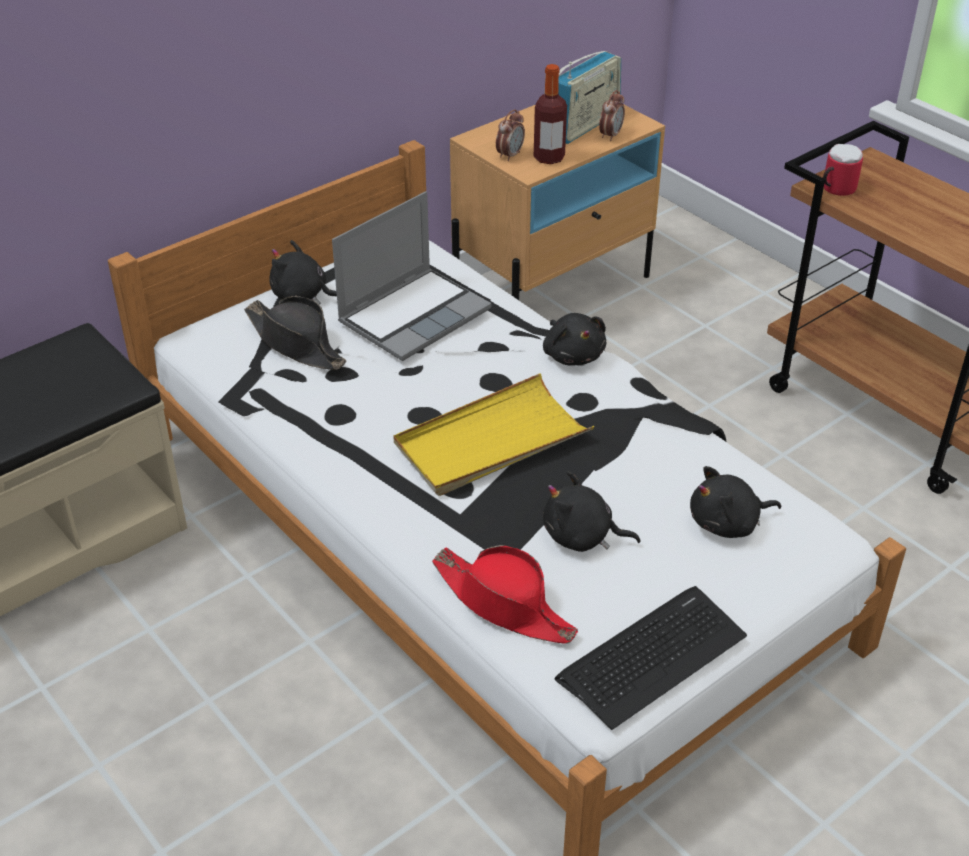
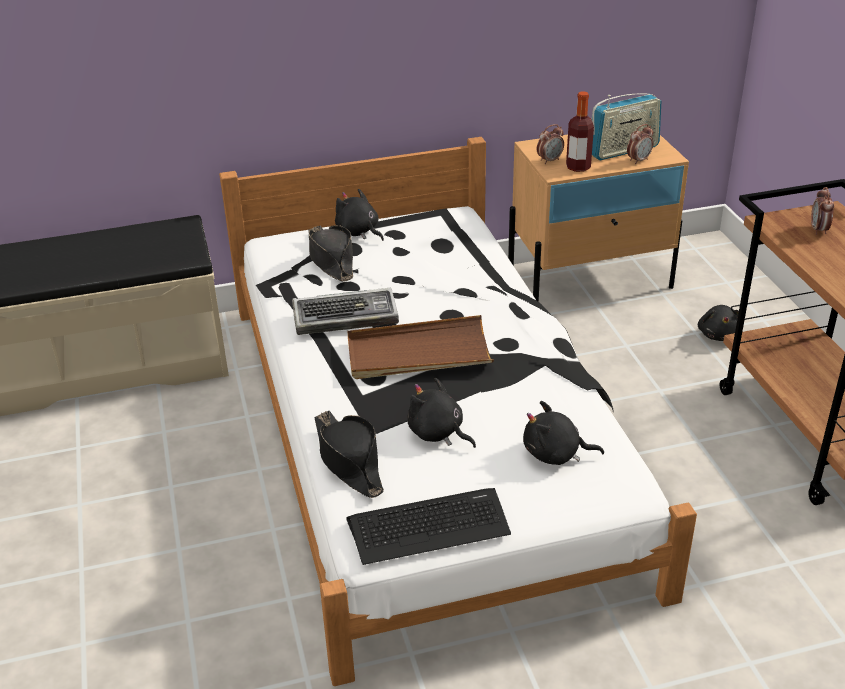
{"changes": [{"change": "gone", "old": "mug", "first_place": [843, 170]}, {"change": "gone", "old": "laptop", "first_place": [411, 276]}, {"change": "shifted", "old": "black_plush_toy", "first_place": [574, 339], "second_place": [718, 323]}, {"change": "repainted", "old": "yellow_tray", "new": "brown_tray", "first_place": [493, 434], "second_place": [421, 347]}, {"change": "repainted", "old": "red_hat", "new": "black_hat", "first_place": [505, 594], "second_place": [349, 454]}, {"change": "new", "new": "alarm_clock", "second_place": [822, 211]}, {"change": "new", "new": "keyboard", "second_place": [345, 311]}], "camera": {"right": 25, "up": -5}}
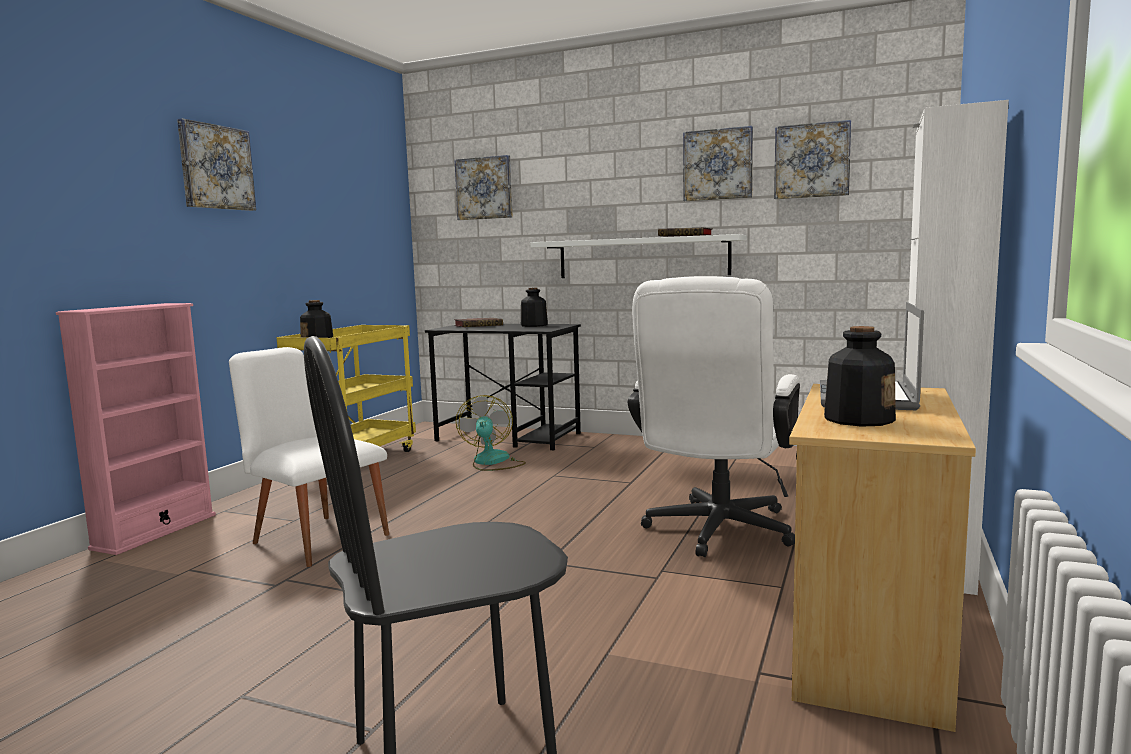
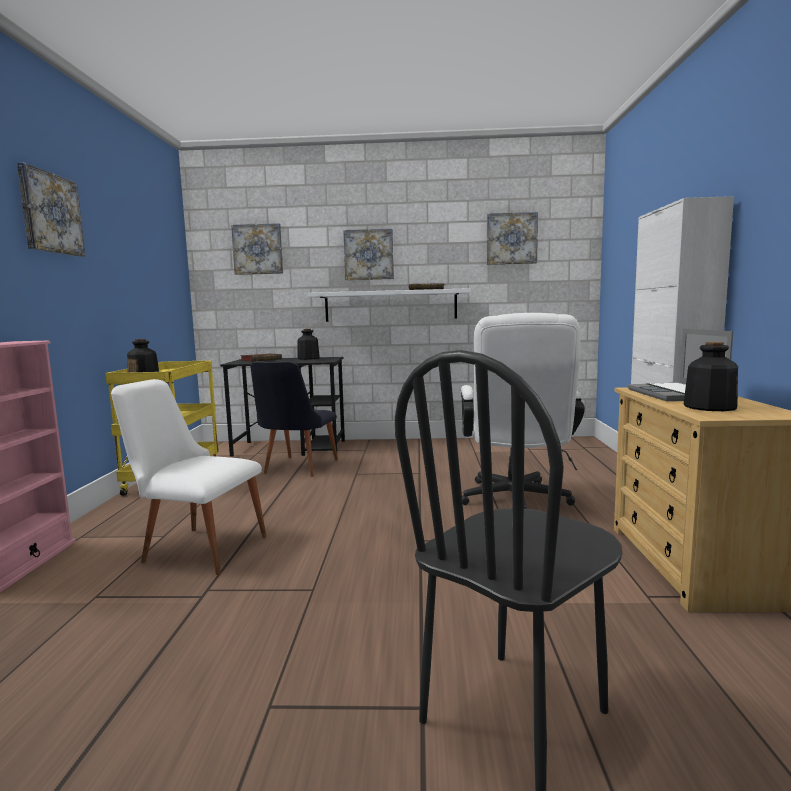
{"changes": [{"change": "shifted", "old": "picture", "first_place": [718, 163], "second_place": [368, 254]}, {"change": "swapped", "old": "fan", "new": "black_chair", "first_place": [491, 433], "second_place": [294, 419]}], "camera": {"right": -20, "up": 0}}
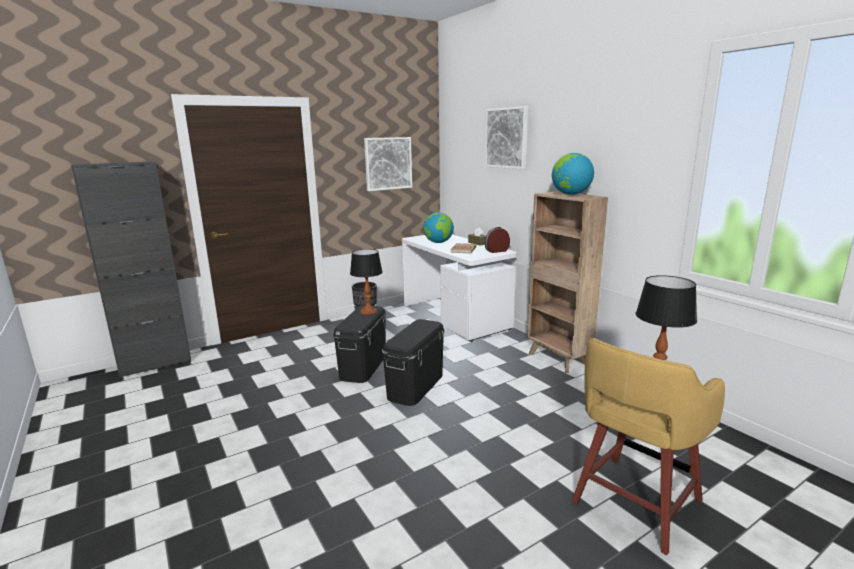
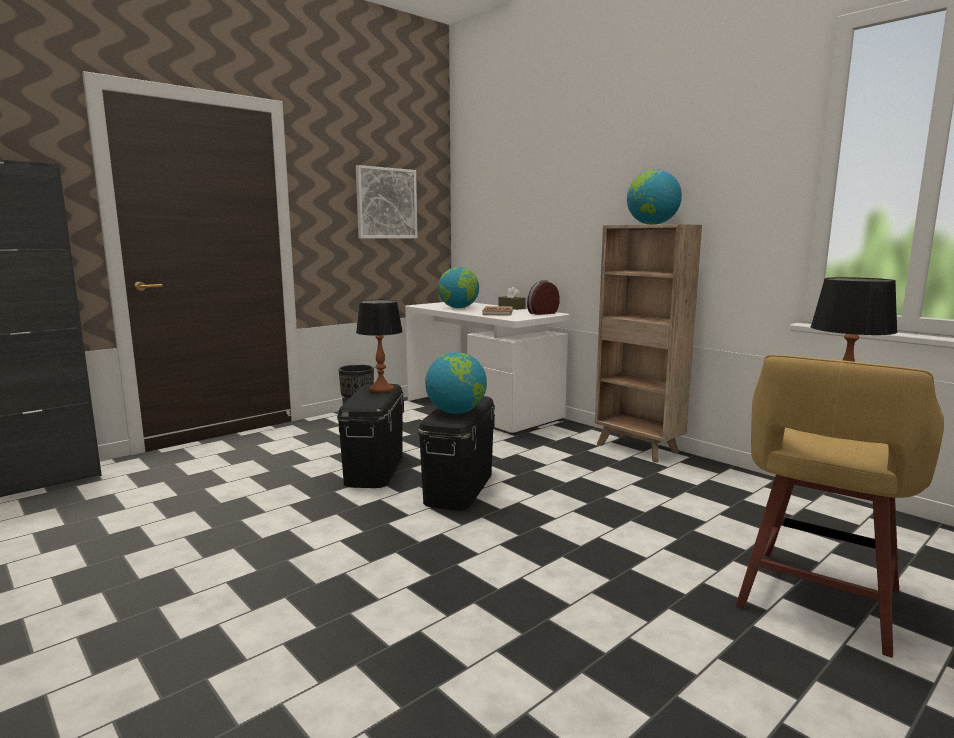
{"changes": [{"change": "gone", "old": "picture", "first_place": [506, 137]}, {"change": "new", "new": "globe", "second_place": [456, 383]}], "camera": {"right": -10, "up": -5}}
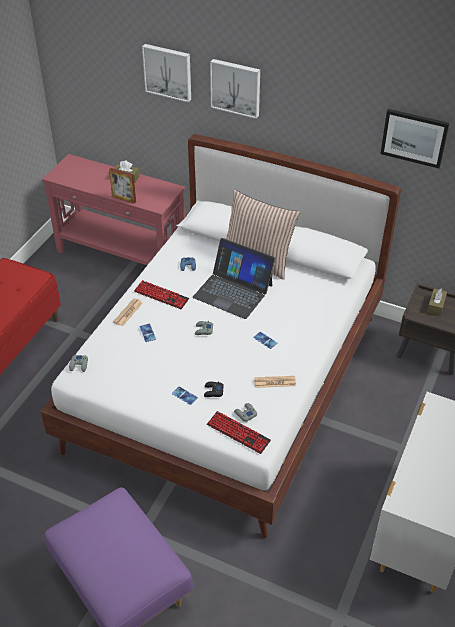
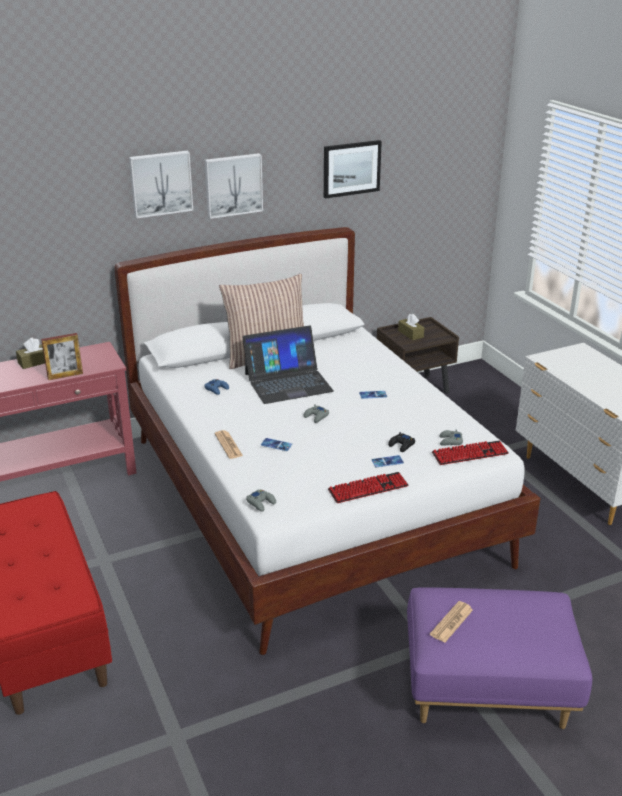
{"changes": [{"change": "shifted", "old": "picture", "first_place": [166, 73], "second_place": [233, 186]}, {"change": "shifted", "old": "keyboard", "first_place": [161, 294], "second_place": [368, 487]}, {"change": "shifted", "old": "newspaper", "first_place": [275, 382], "second_place": [451, 621]}], "camera": {"right": -50, "up": -15}}
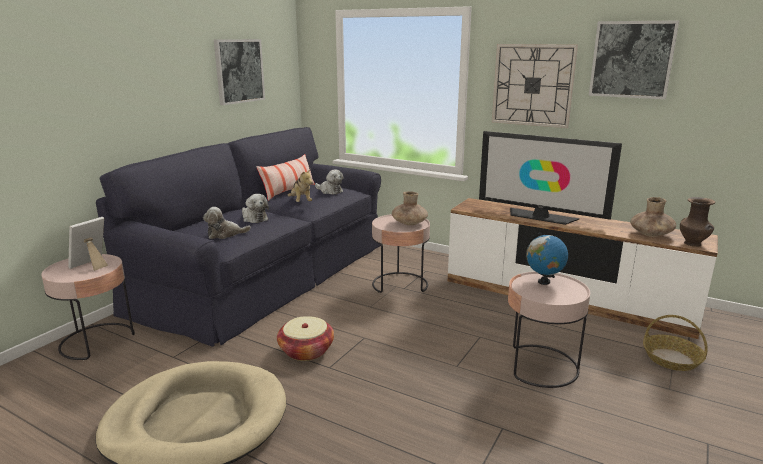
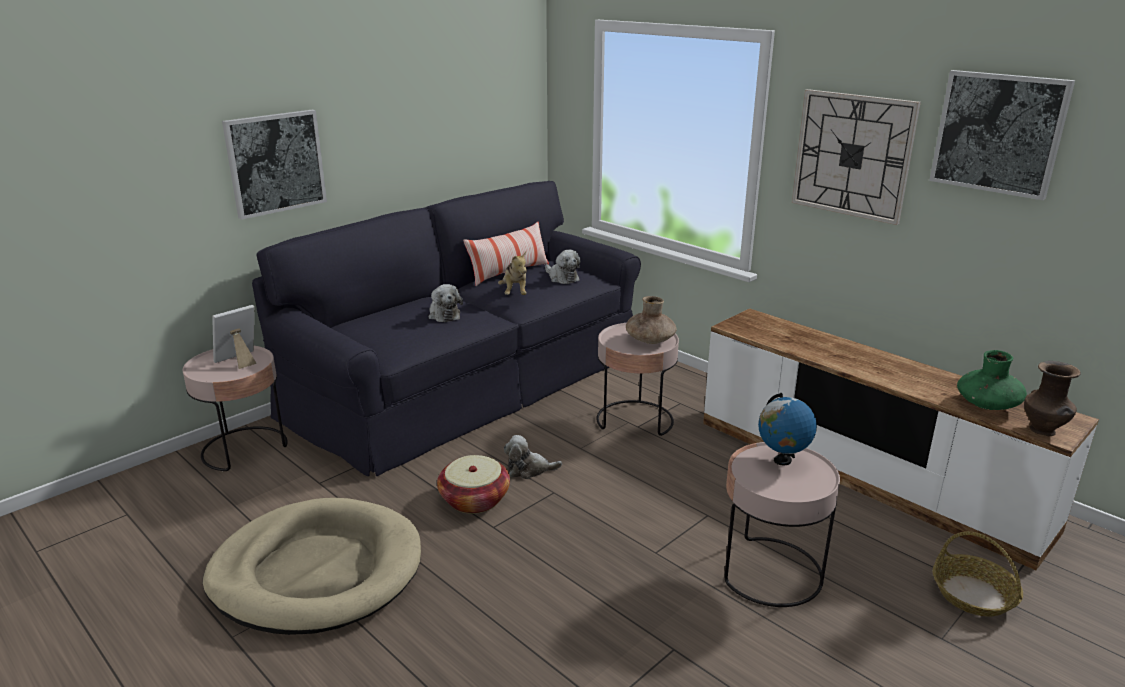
{"changes": [{"change": "shifted", "old": "picture", "first_place": [239, 72], "second_place": [274, 165]}, {"change": "gone", "old": "television", "first_place": [550, 178]}, {"change": "repainted", "old": "brown_vase", "new": "green_vase", "first_place": [653, 217], "second_place": [992, 380]}, {"change": "shifted", "old": "plush_toy", "first_place": [227, 223], "second_place": [533, 457]}], "camera": {"right": 15, "up": 5}}
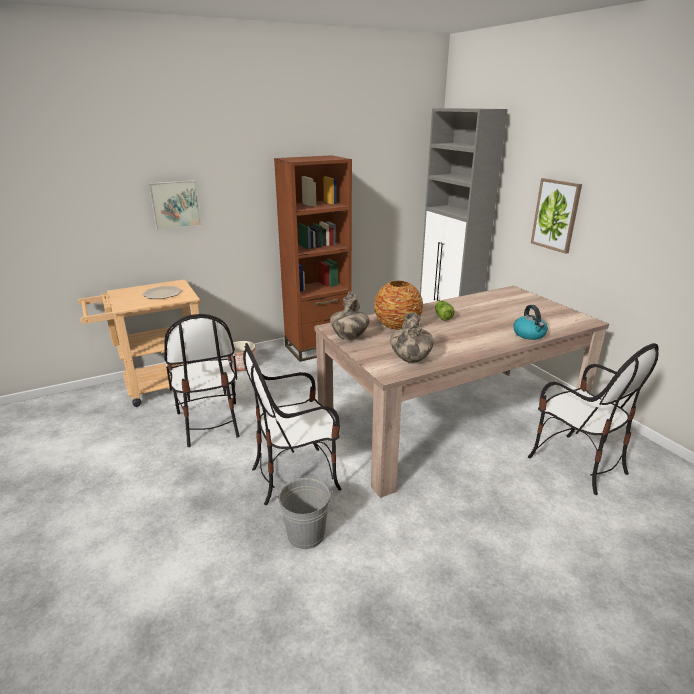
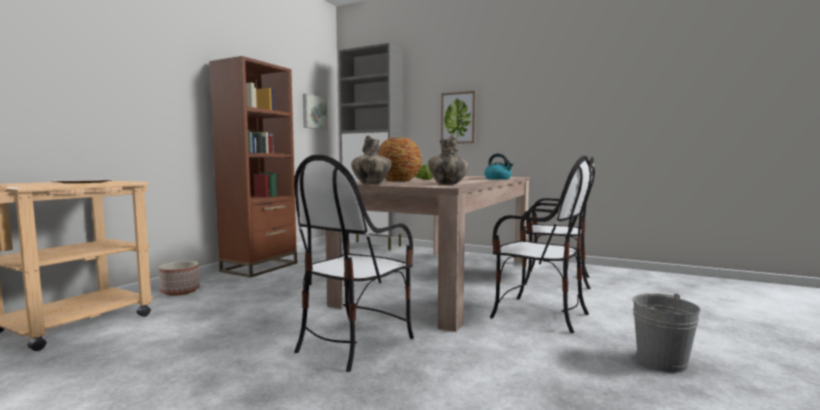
{"changes": [{"change": "shifted", "old": "picture", "first_place": [175, 205], "second_place": [315, 112]}, {"change": "shifted", "old": "chair", "first_place": [202, 380], "second_place": [541, 244]}, {"change": "shifted", "old": "grey_bucket", "first_place": [304, 513], "second_place": [666, 333]}], "camera": {"right": -35, "up": -20}}
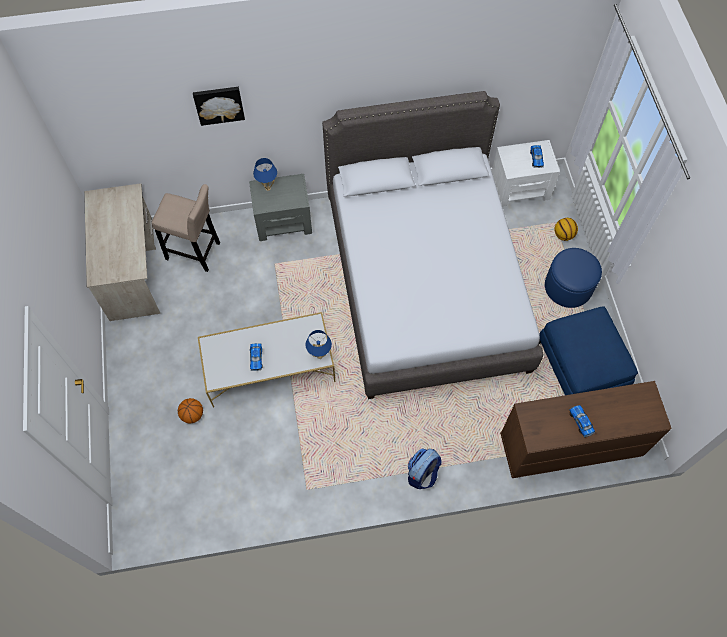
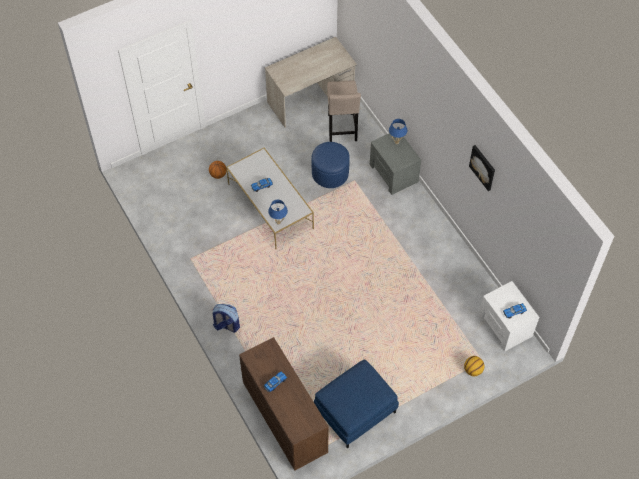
{"changes": [{"change": "shifted", "old": "picture", "first_place": [219, 106], "second_place": [482, 168]}, {"change": "gone", "old": "grey_bed", "first_place": [432, 245]}, {"change": "shifted", "old": "blue_ottoman", "first_place": [573, 278], "second_place": [331, 165]}], "camera": {"right": 70, "up": -5}}
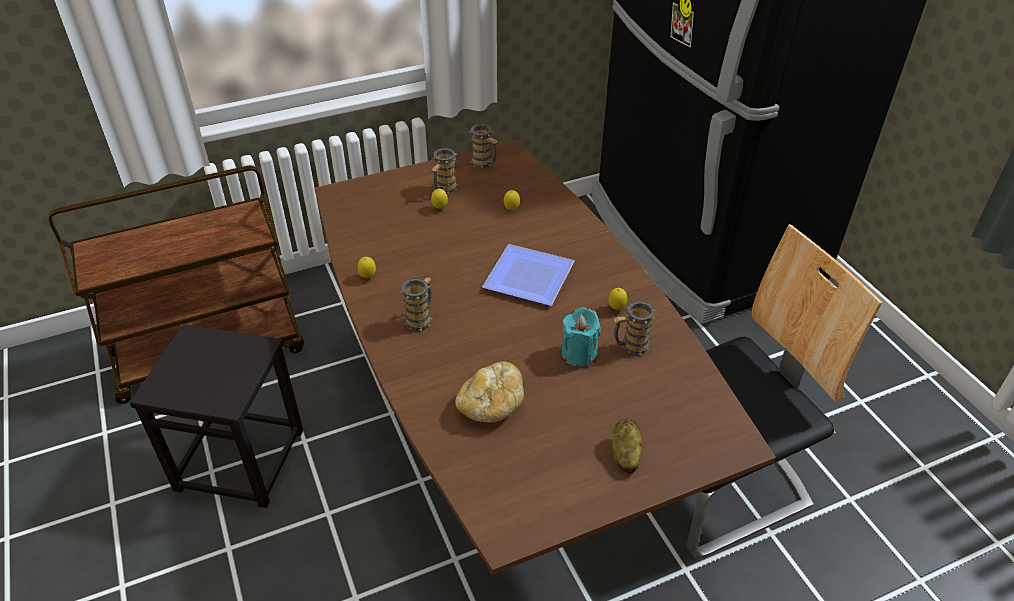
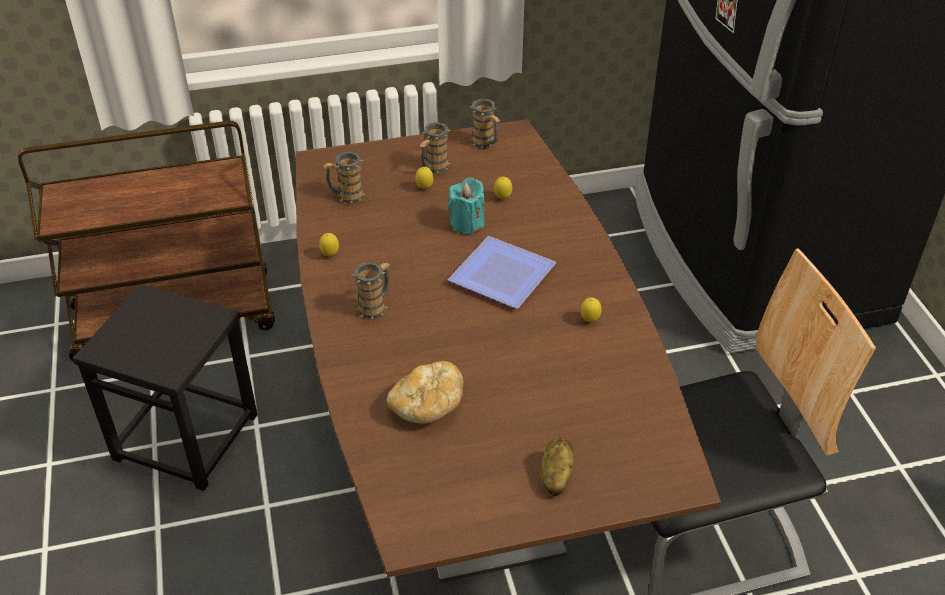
{"changes": [{"change": "shifted", "old": "mug", "first_place": [635, 328], "second_place": [344, 177]}, {"change": "shifted", "old": "turquoise_candle", "first_place": [581, 337], "second_place": [466, 206]}], "camera": {"right": 10, "up": 0}}
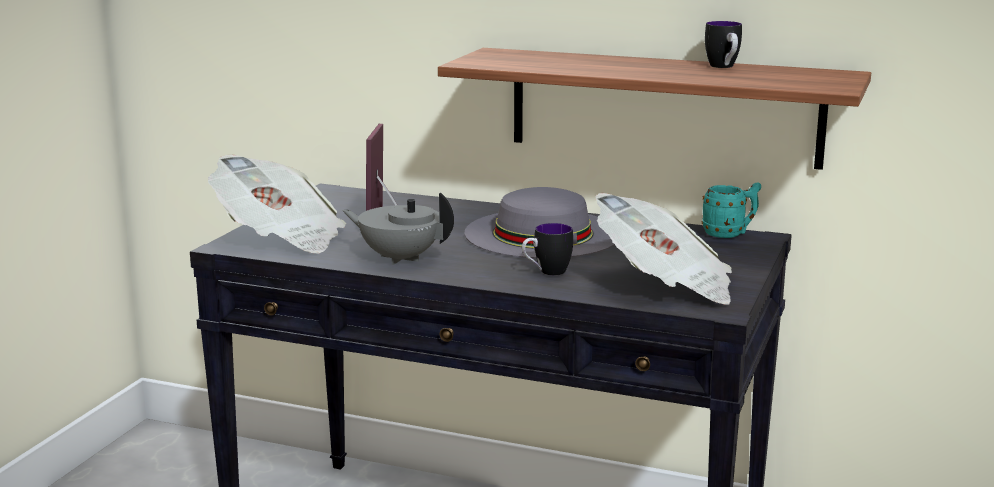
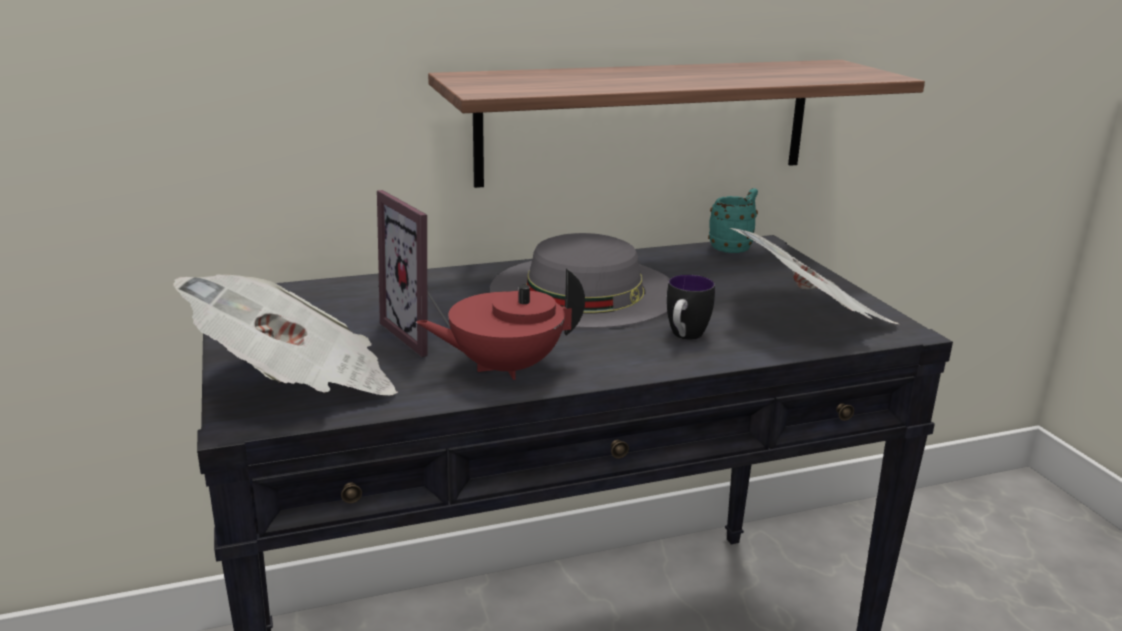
{"changes": [{"change": "gone", "old": "mug", "first_place": [723, 44]}, {"change": "repainted", "old": "grey_teapot", "new": "red_teapot", "first_place": [398, 229], "second_place": [500, 324]}], "camera": {"right": -40, "up": 5}}
